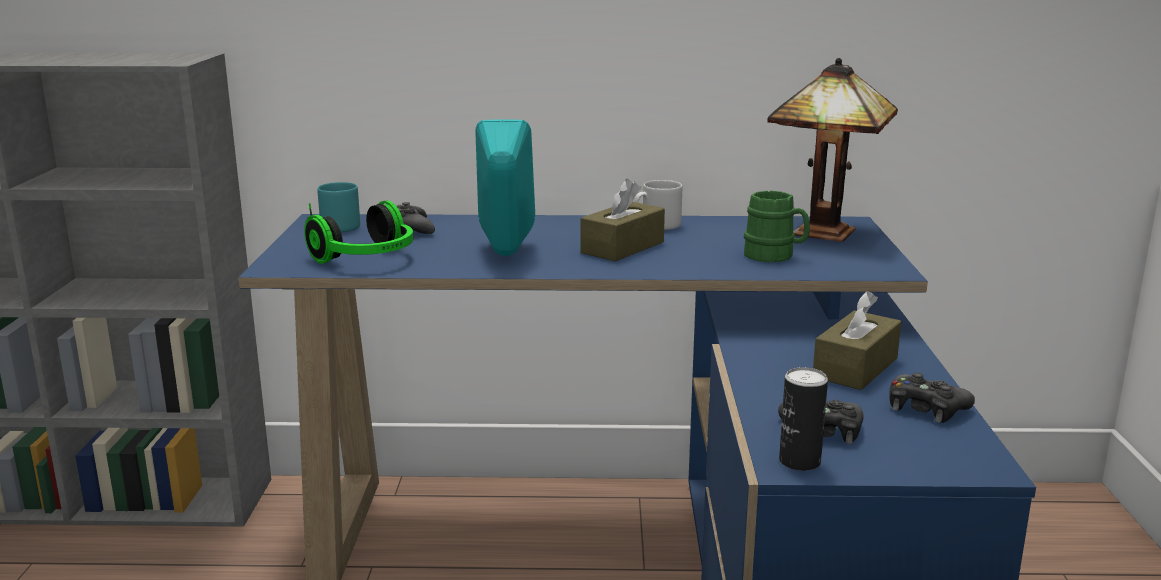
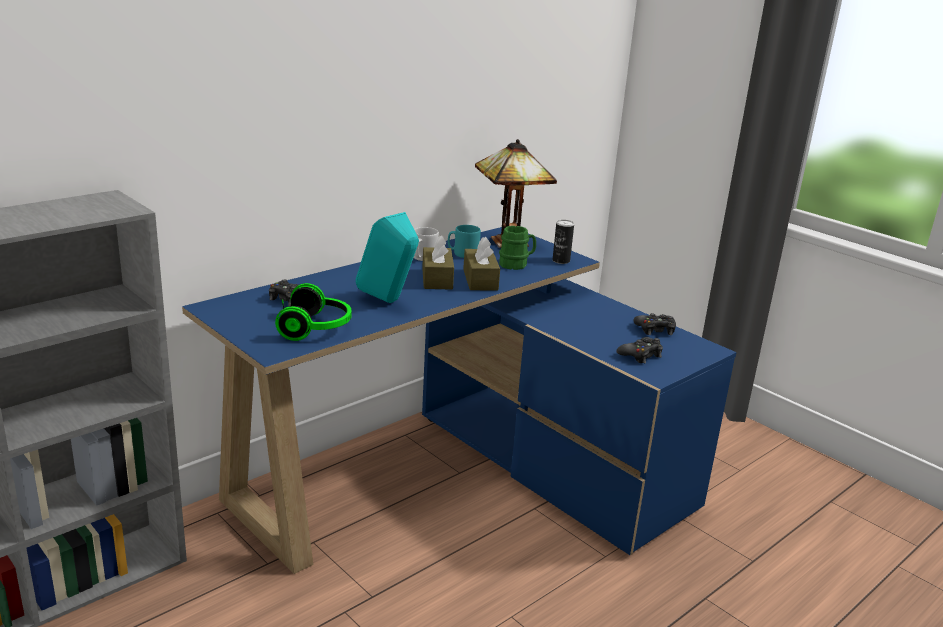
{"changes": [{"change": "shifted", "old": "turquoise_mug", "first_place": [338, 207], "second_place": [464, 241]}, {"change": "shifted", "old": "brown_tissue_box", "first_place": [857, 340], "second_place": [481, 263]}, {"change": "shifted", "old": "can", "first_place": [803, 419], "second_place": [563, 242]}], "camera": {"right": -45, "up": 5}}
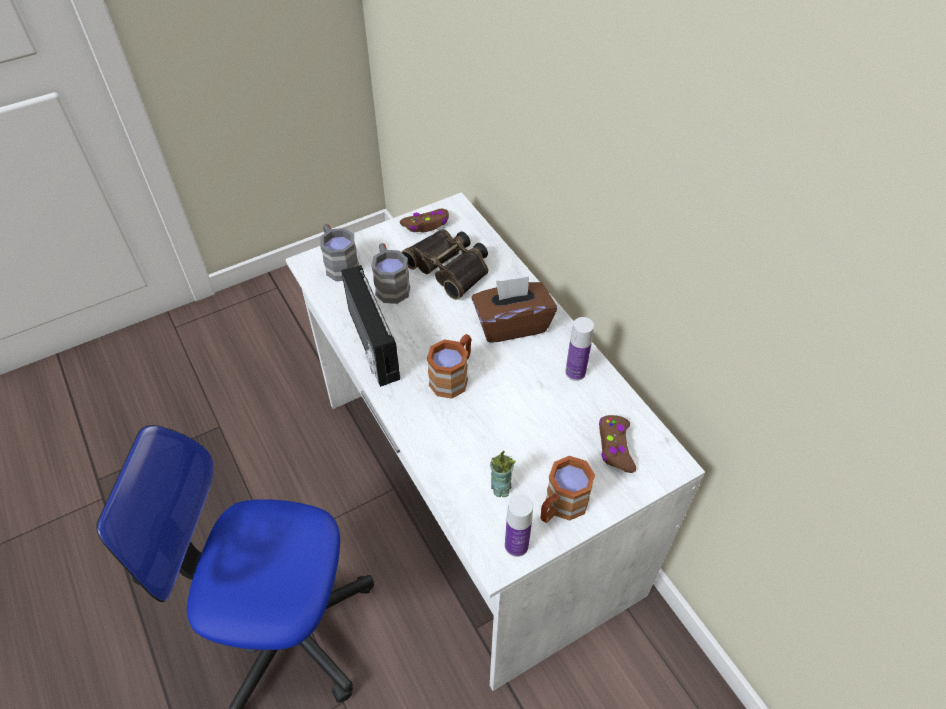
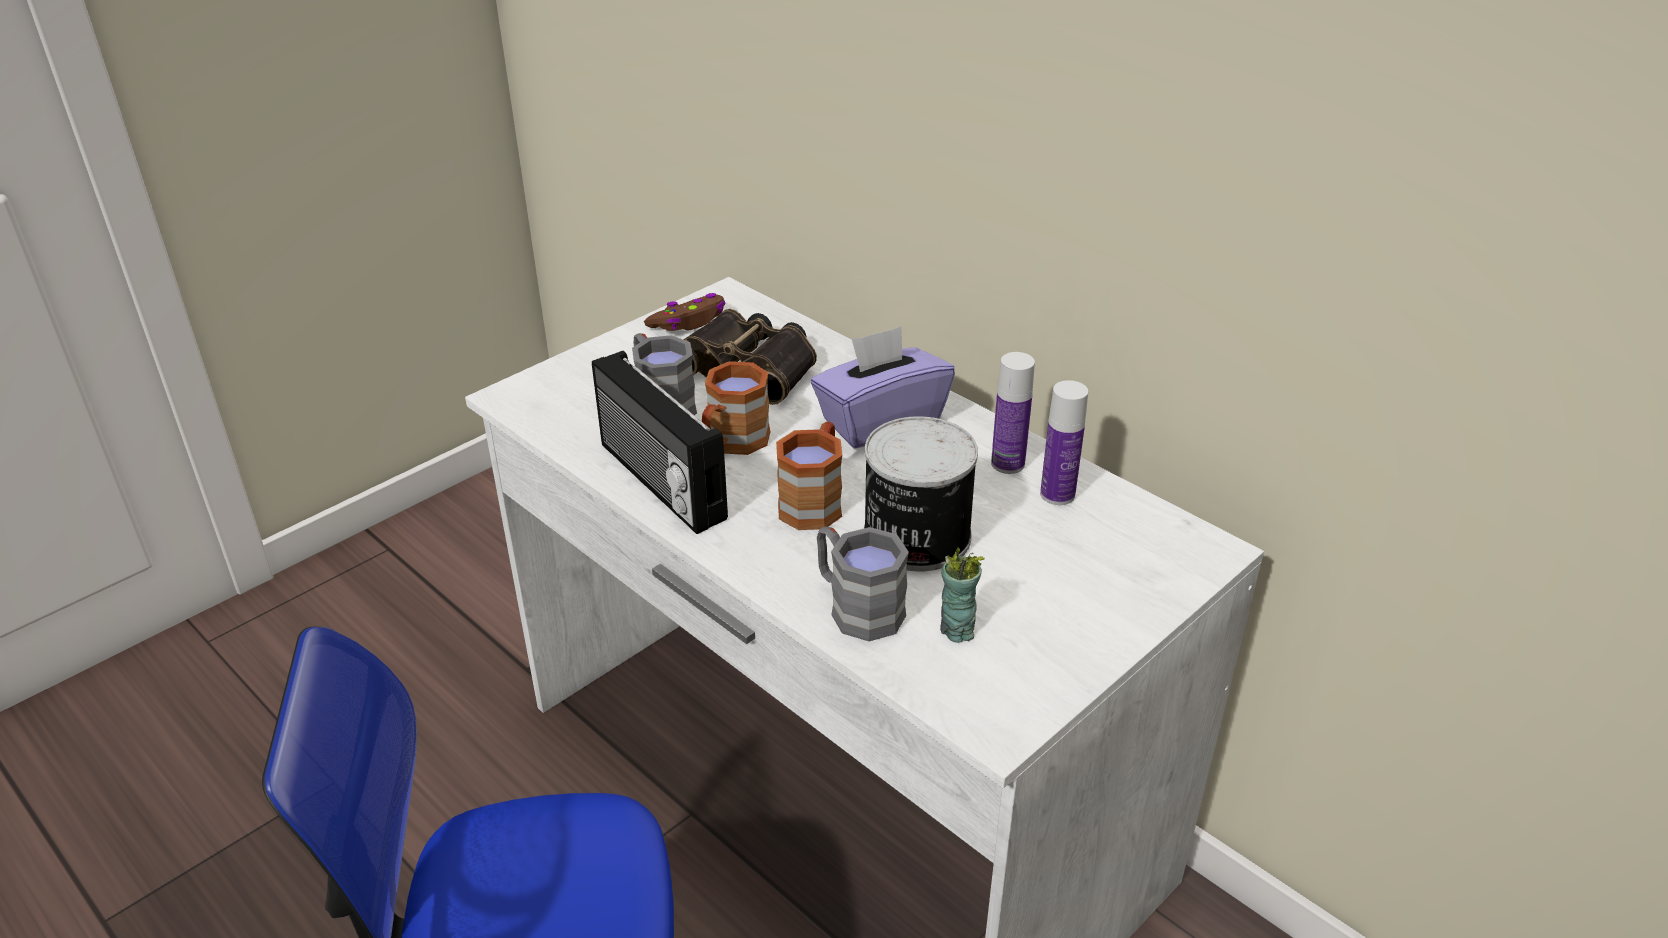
{"changes": [{"change": "shifted", "old": "grey_mug", "first_place": [339, 252], "second_place": [863, 583]}, {"change": "repainted", "old": "brown_tissue_box", "new": "purple_tissue_box", "first_place": [514, 309], "second_place": [883, 387]}, {"change": "gone", "old": "brown_game_controller", "first_place": [617, 444]}, {"change": "shifted", "old": "brown_mug", "first_place": [568, 489], "second_place": [736, 408]}, {"change": "shifted", "old": "bottle", "first_place": [519, 525], "second_place": [1064, 442]}, {"change": "new", "new": "can", "second_place": [921, 493]}], "camera": {"right": -15, "up": -15}}
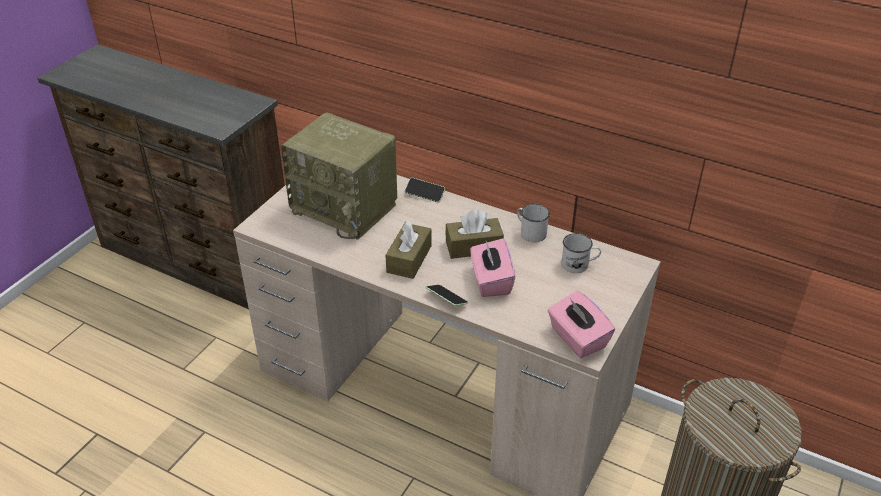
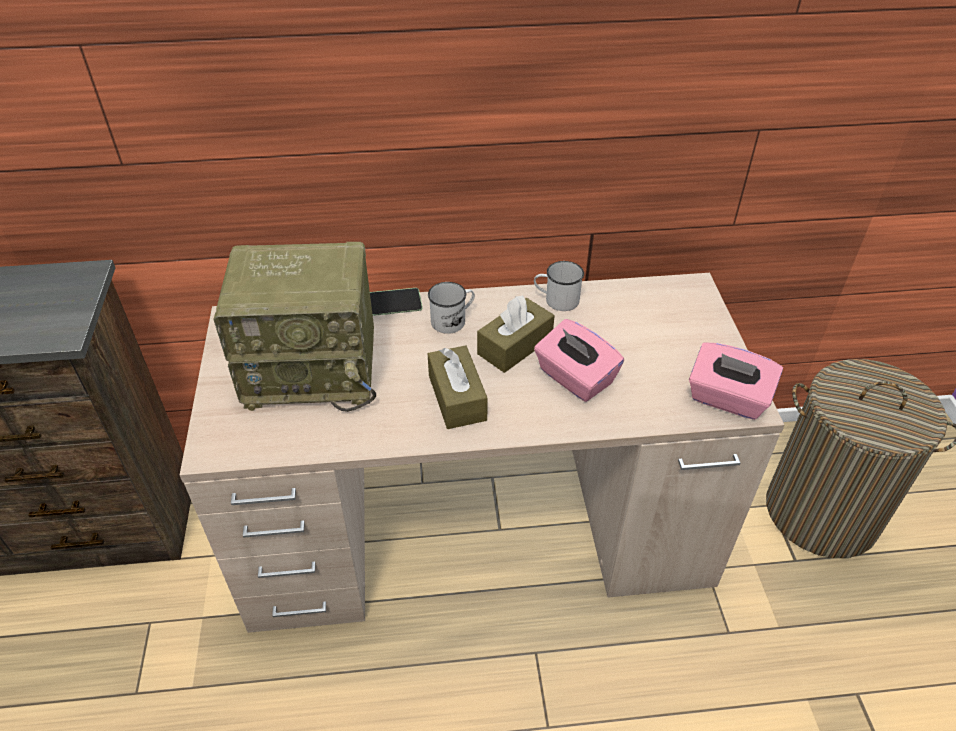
{"changes": [{"change": "shifted", "old": "white_mug", "first_place": [581, 253], "second_place": [451, 308]}, {"change": "gone", "old": "phone", "first_place": [447, 295]}], "camera": {"right": -35, "up": 5}}
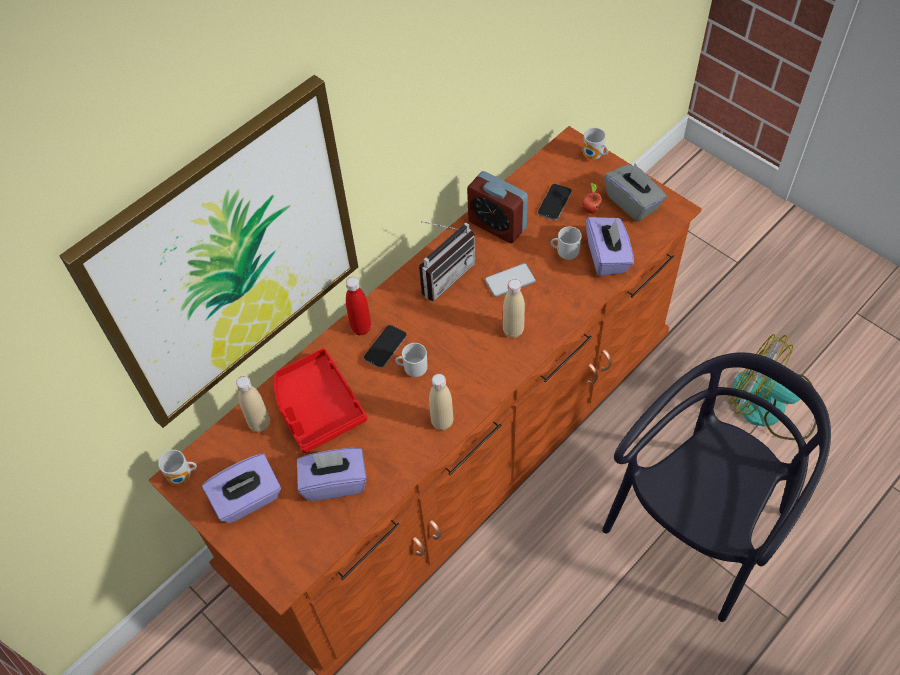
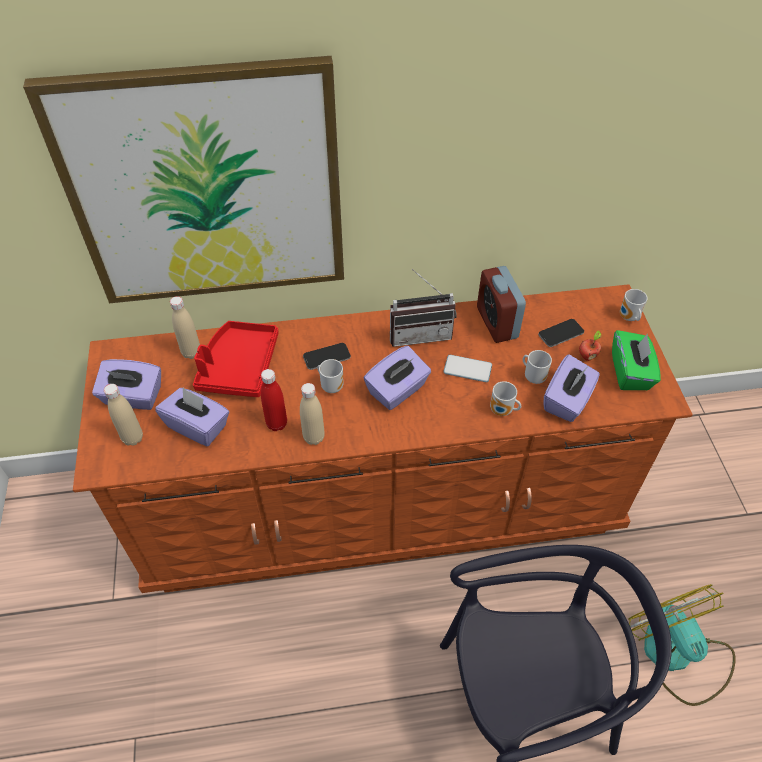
{"changes": [{"change": "repainted", "old": "grey_tissue_box", "new": "green_tissue_box", "first_place": [635, 193], "second_place": [636, 360]}, {"change": "shifted", "old": "red_bottle", "first_place": [358, 306], "second_place": [274, 400]}, {"change": "shifted", "old": "beige_bottle", "first_place": [514, 308], "second_place": [123, 415]}, {"change": "shifted", "old": "mug", "first_place": [177, 467], "second_place": [505, 398]}, {"change": "new", "new": "purple_tissue_box", "second_place": [397, 378]}], "camera": {"right": 35, "up": -5}}
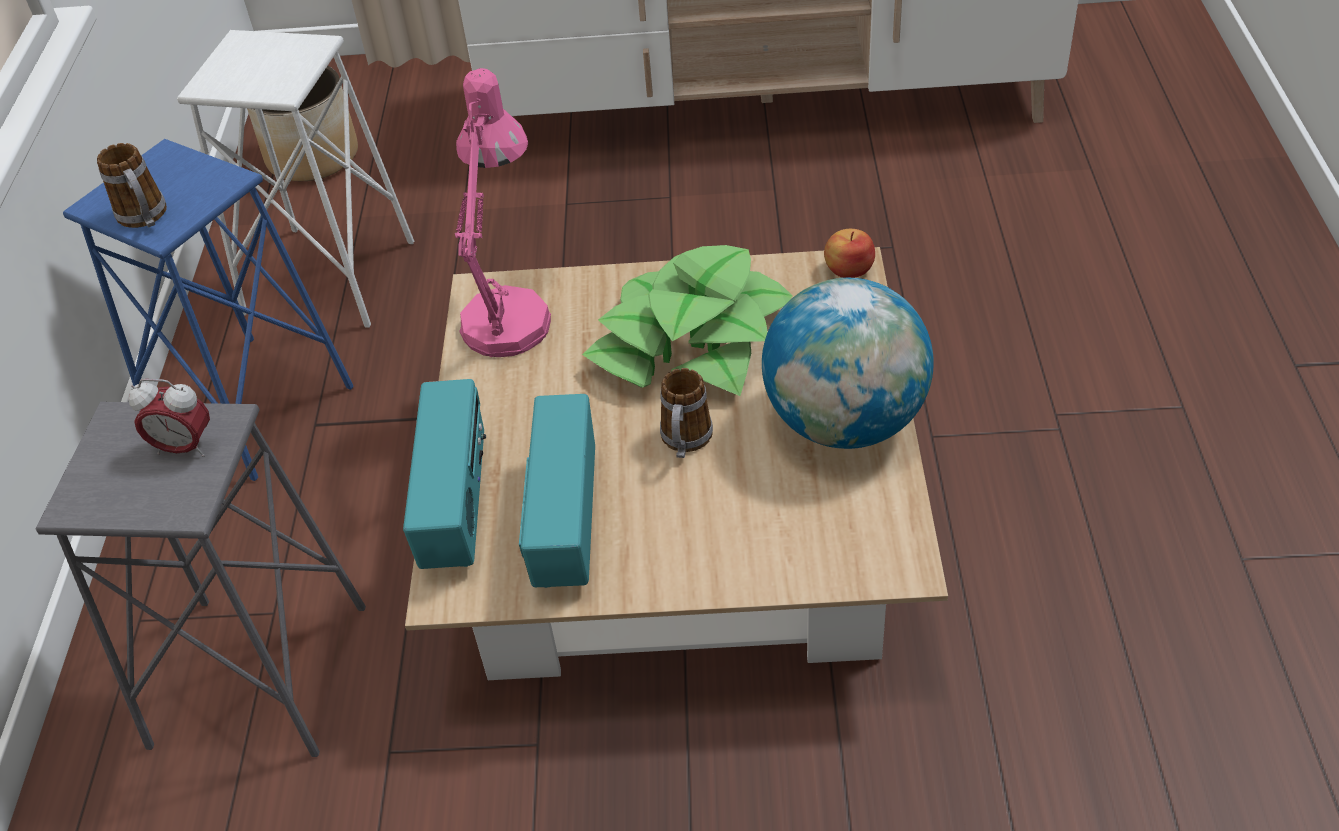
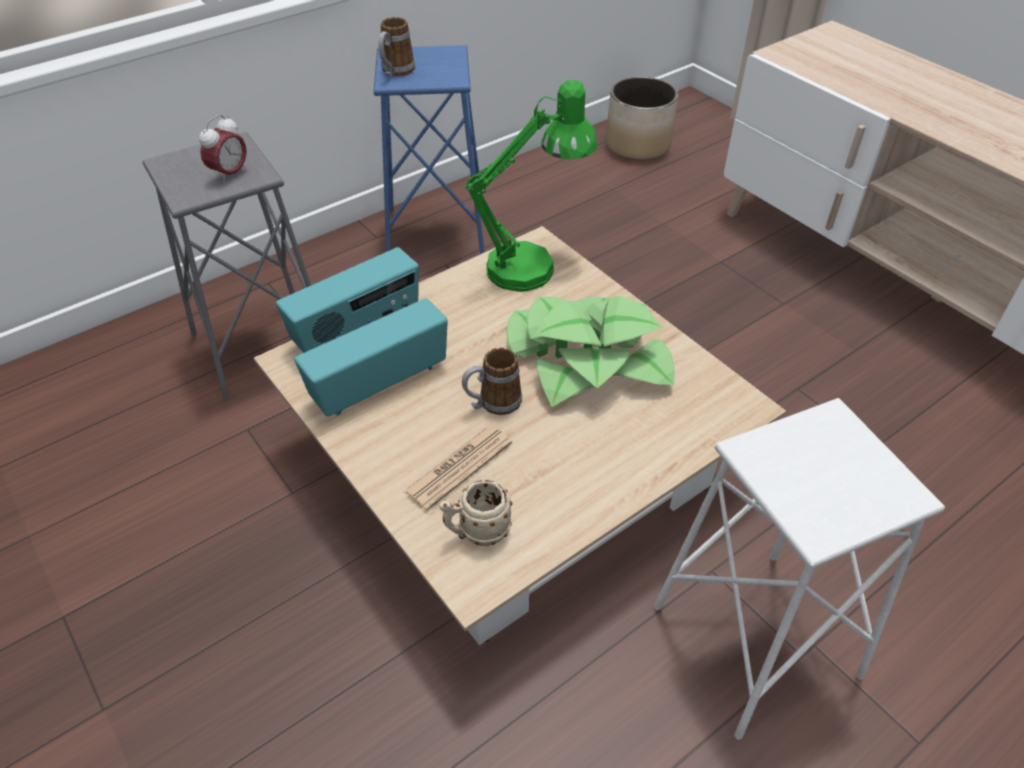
{"changes": [{"change": "shifted", "old": "white_stool", "first_place": [295, 179], "second_place": [799, 569]}, {"change": "repainted", "old": "pink_table_lamp", "new": "green_table_lamp", "first_place": [503, 212], "second_place": [531, 186]}, {"change": "gone", "old": "apple", "first_place": [849, 253]}, {"change": "gone", "old": "globe", "first_place": [848, 363]}, {"change": "rotated", "old": "alarm_clock", "first_place": [169, 418], "second_place": [223, 149], "degrees": -120}, {"change": "new", "new": "newspaper", "second_place": [457, 468]}, {"change": "new", "new": "beige_mug", "second_place": [475, 513]}], "camera": {"right": 50, "up": 0}}
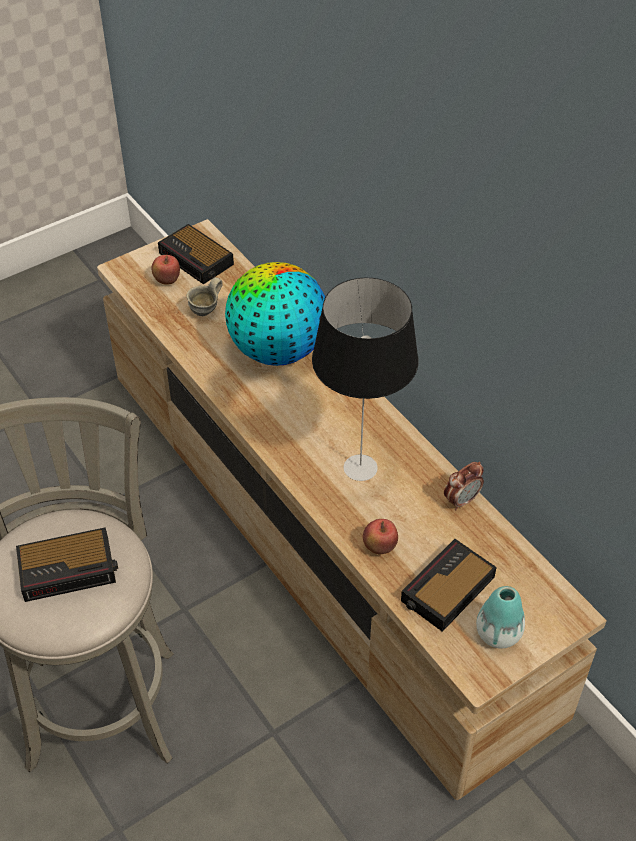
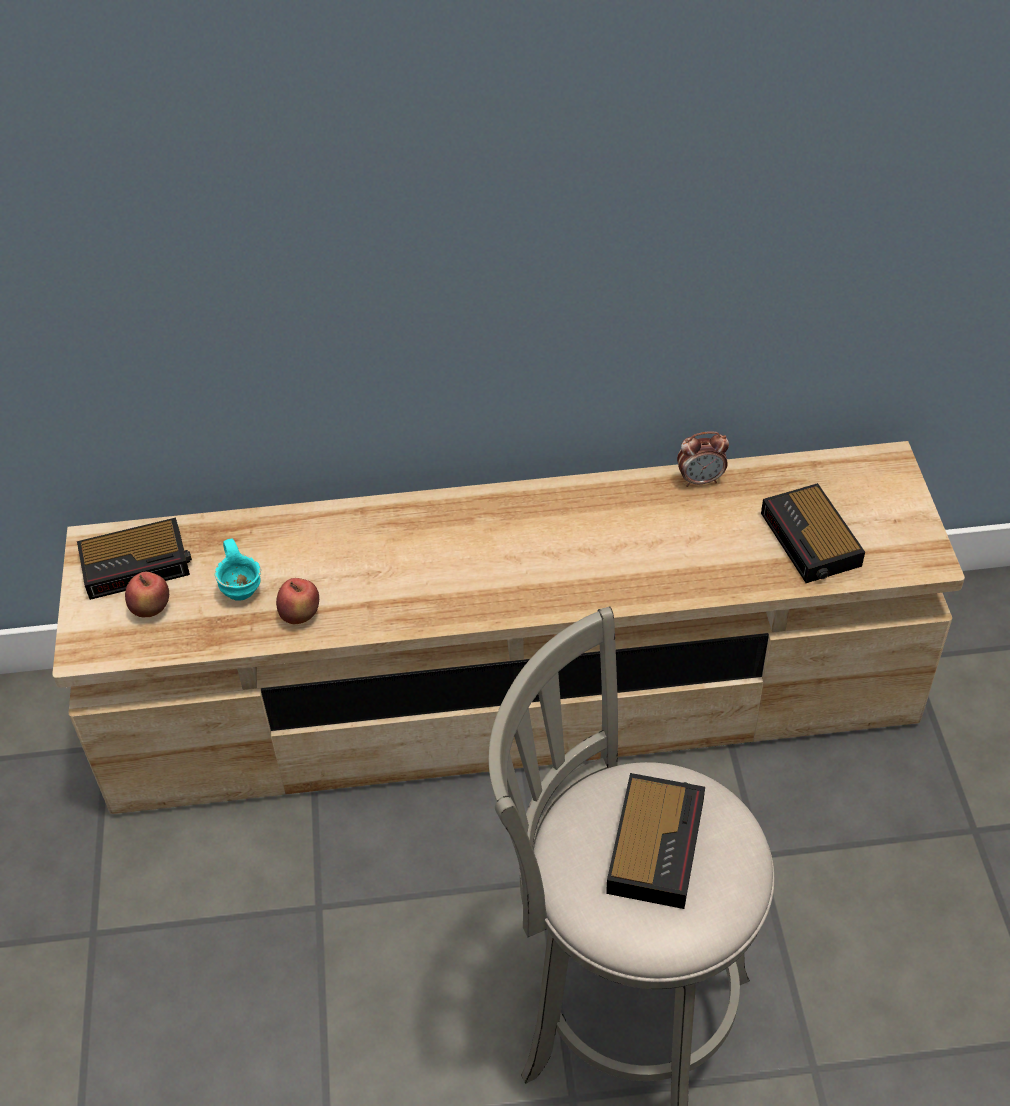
{"changes": [{"change": "gone", "old": "globe", "first_place": [275, 314]}, {"change": "repainted", "old": "grey_mug", "new": "turquoise_mug", "first_place": [205, 296], "second_place": [238, 570]}, {"change": "gone", "old": "table_lamp", "first_place": [365, 379]}, {"change": "rotated", "old": "alarm_clock", "first_place": [464, 486], "second_place": [703, 459], "degrees": 90}, {"change": "shifted", "old": "apple", "first_place": [380, 536], "second_place": [297, 601]}, {"change": "gone", "old": "vase", "first_place": [500, 617]}], "camera": {"right": -60, "up": 0}}
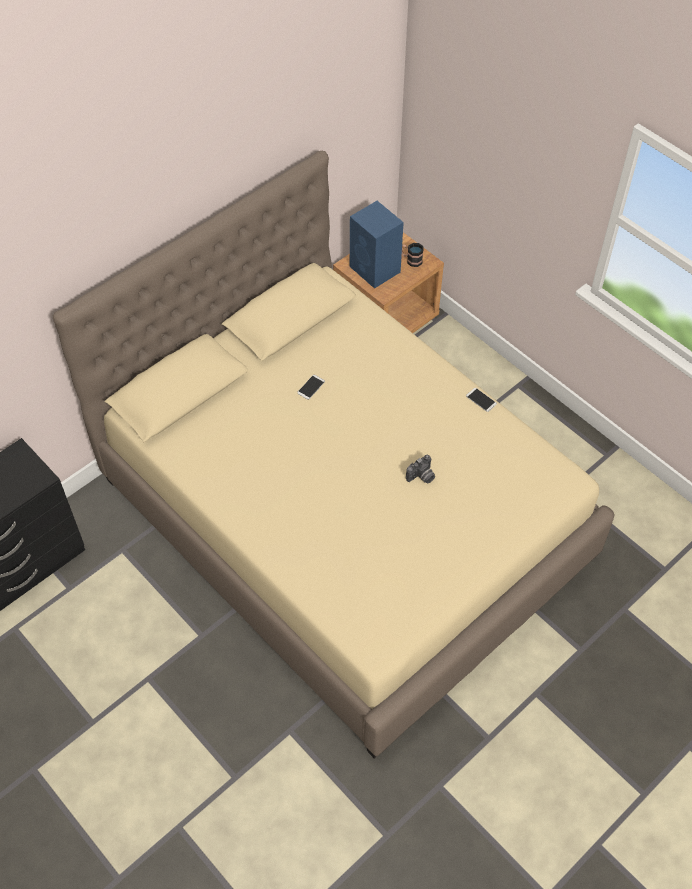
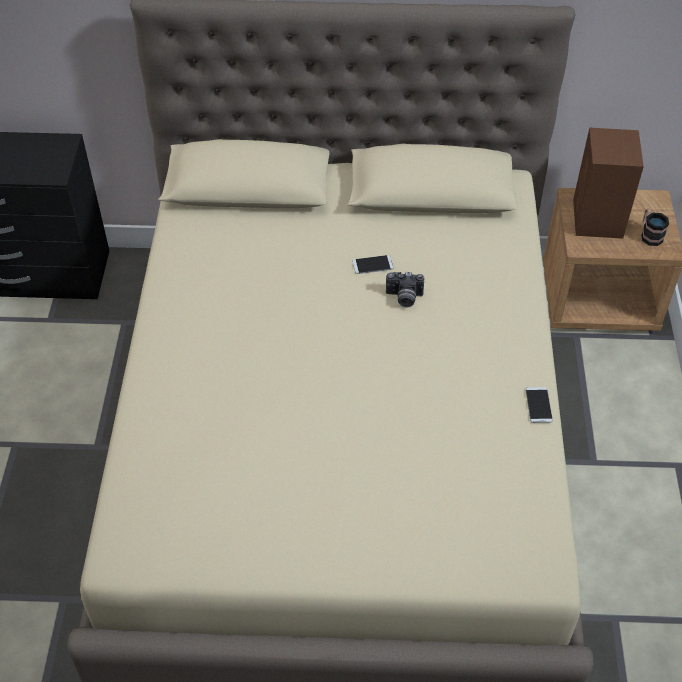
{"changes": [{"change": "repainted", "old": "blue_speaker", "new": "brown_speaker", "first_place": [377, 245], "second_place": [608, 183]}, {"change": "shifted", "old": "photo_camera", "first_place": [420, 469], "second_place": [405, 290]}], "camera": {"right": 45, "up": -5}}
